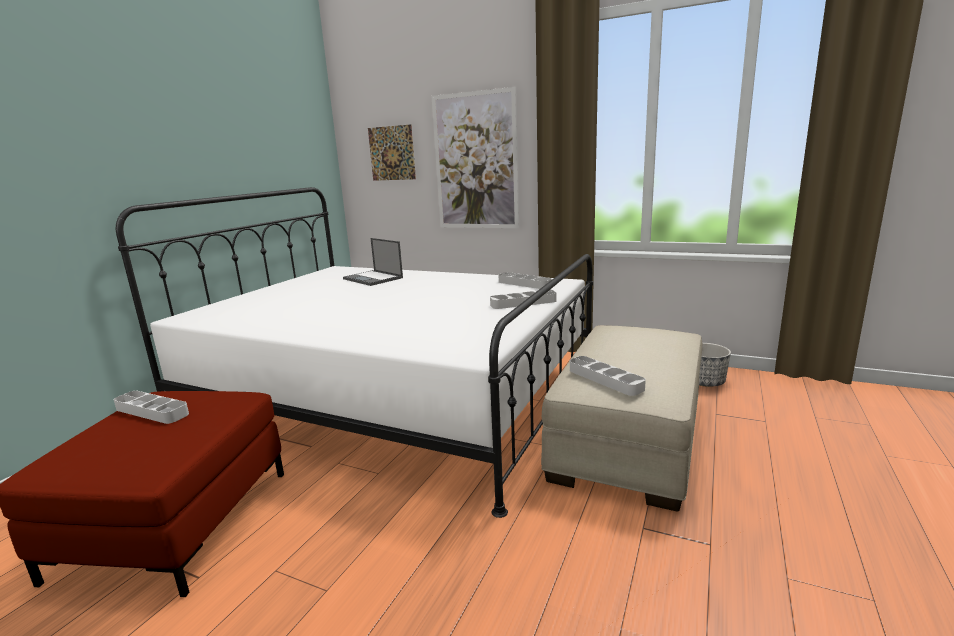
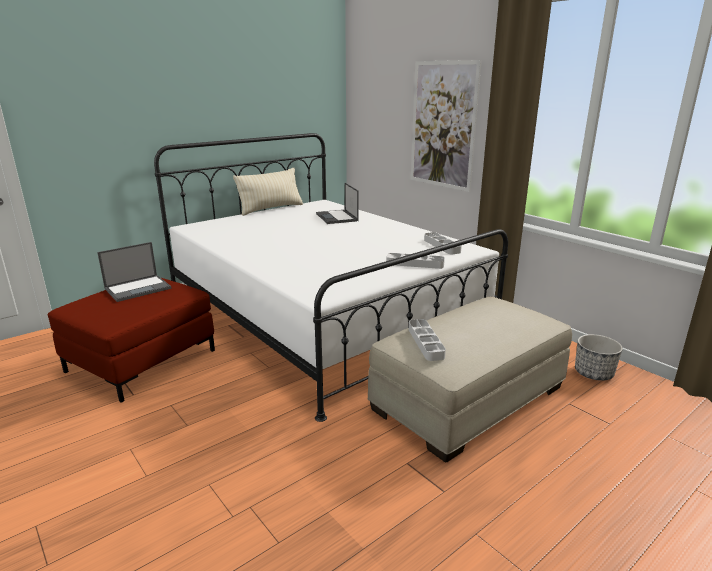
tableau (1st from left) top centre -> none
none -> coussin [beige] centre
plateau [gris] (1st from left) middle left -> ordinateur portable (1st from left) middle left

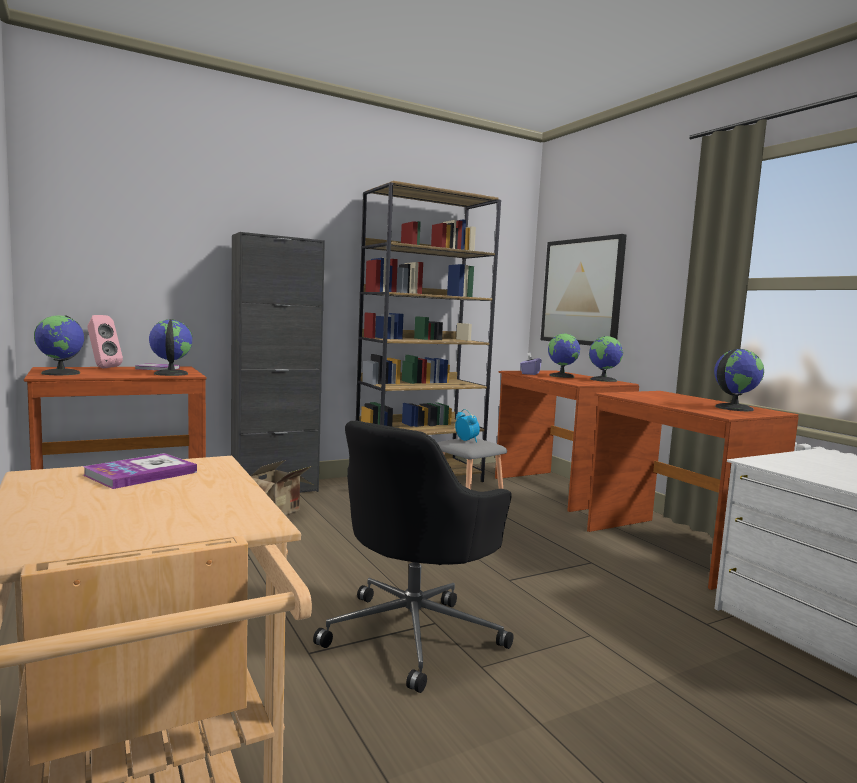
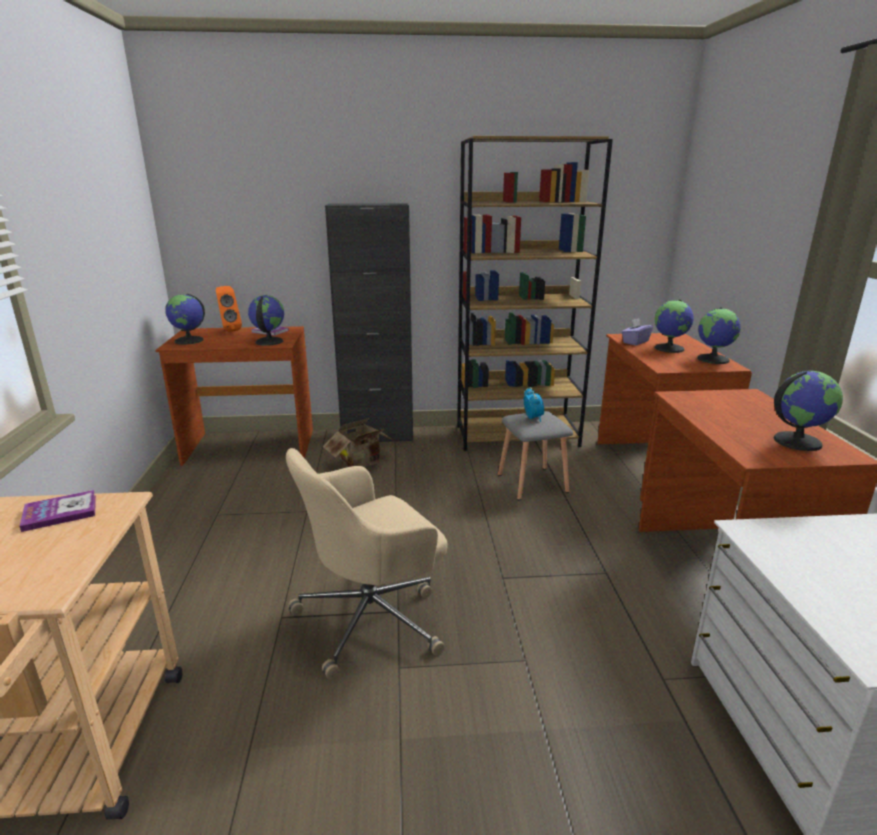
tableau middle right -> none
enceinte [rose] middle left -> enceinte [orange] middle left
chaise de bureau [noir] bottom centre -> chaise de bureau [beige] bottom centre

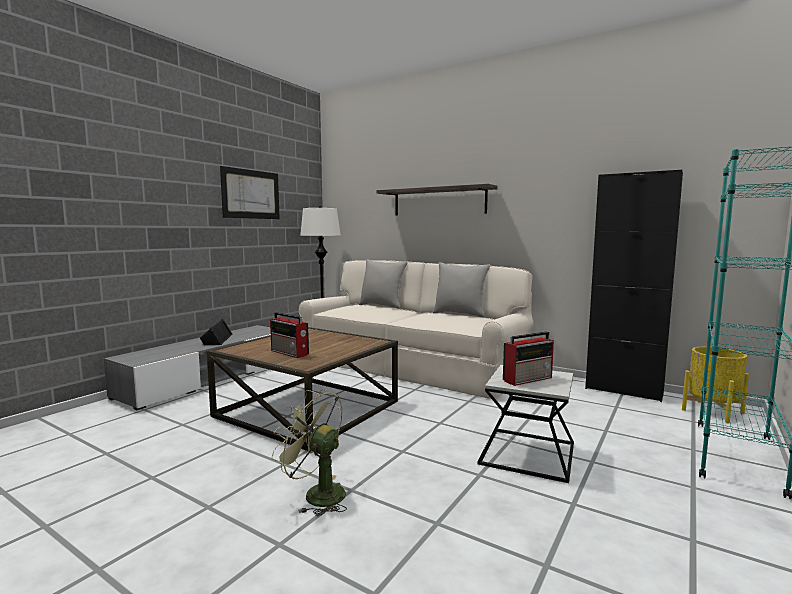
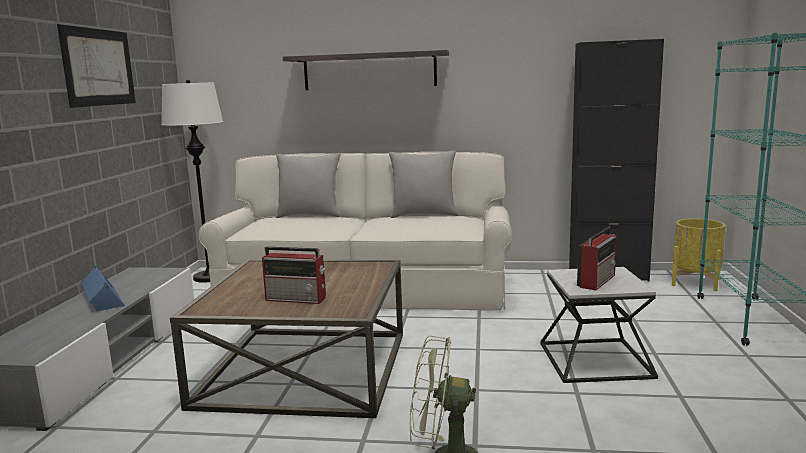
enceinte [noir] middle left -> enceinte [bleu] middle left

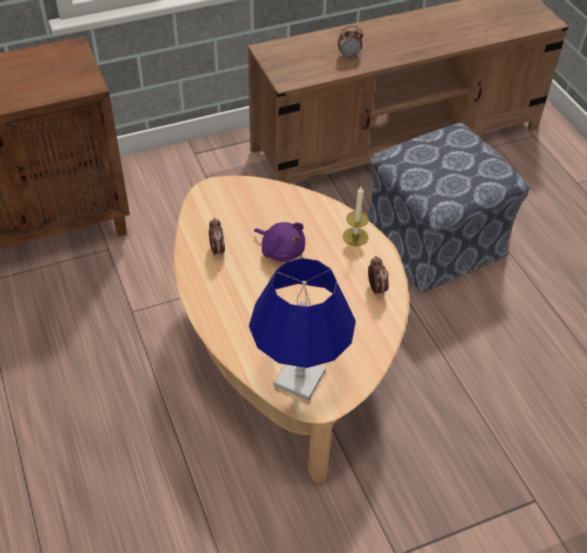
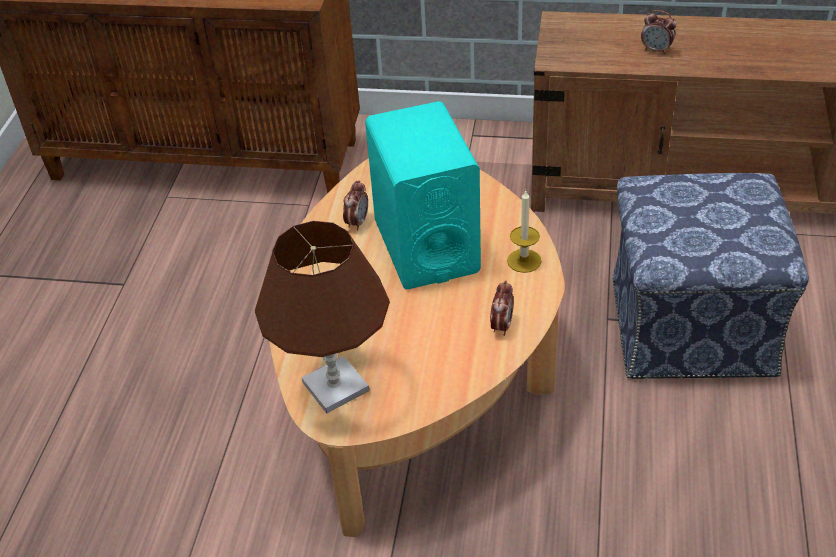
peluche [violet] centre -> enceinte [turquoise] centre
lampe de table [bleu] centre -> lampe de table [marron] centre

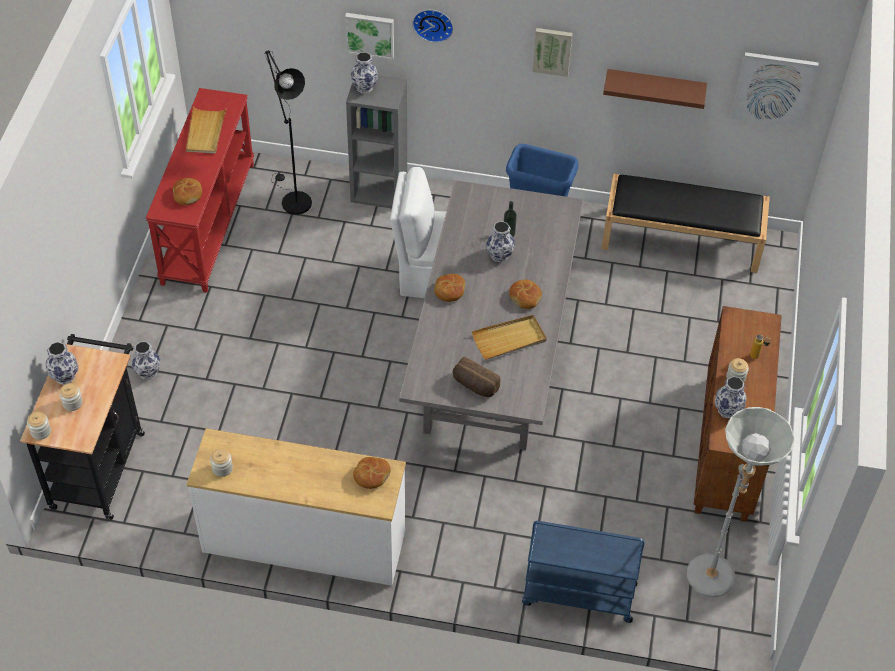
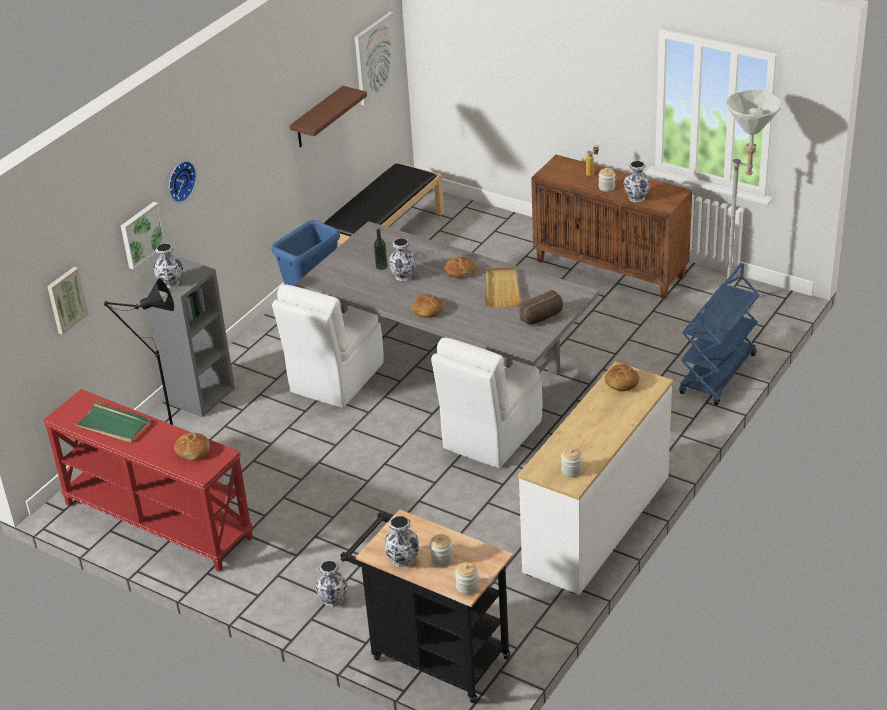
none -> chaise [blanc] (2nd from left) centre
tableau (2nd from left in the first image) top centre -> tableau (1st from left) middle left, move
plateau [beige] (1st from left) top left -> plateau [vert] middle left

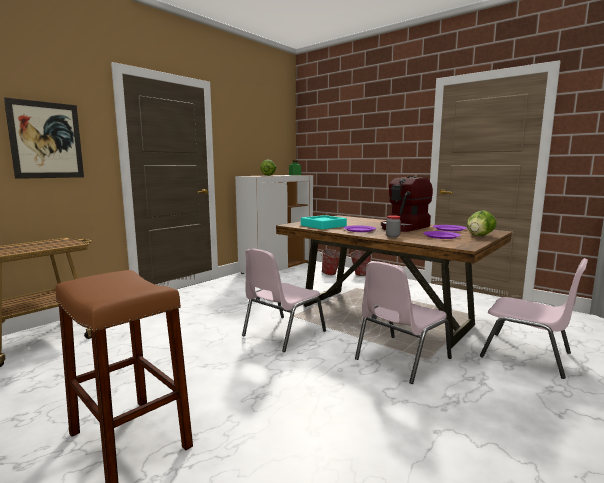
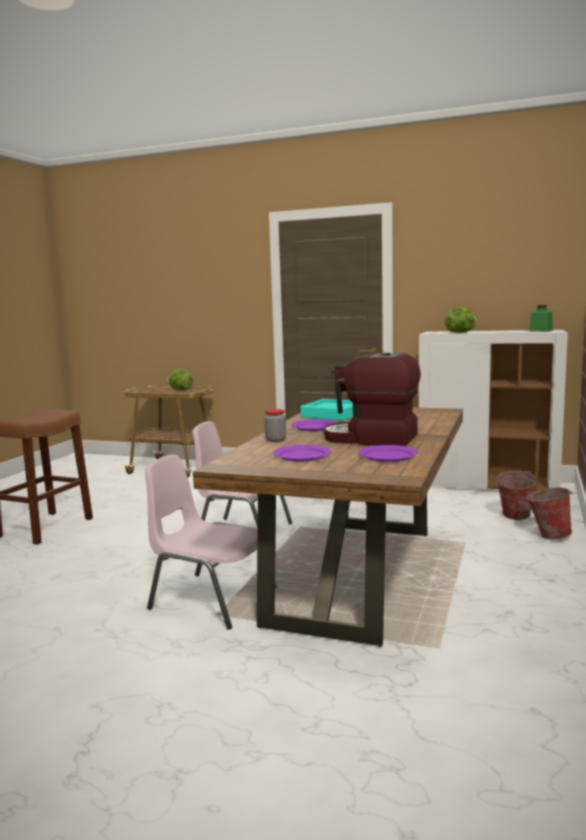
tableau top left -> none
chaise [rose] (3rd from left) middle right -> none
laitue (2nd from left in the first image) middle right -> laitue (1st from left) middle left, move

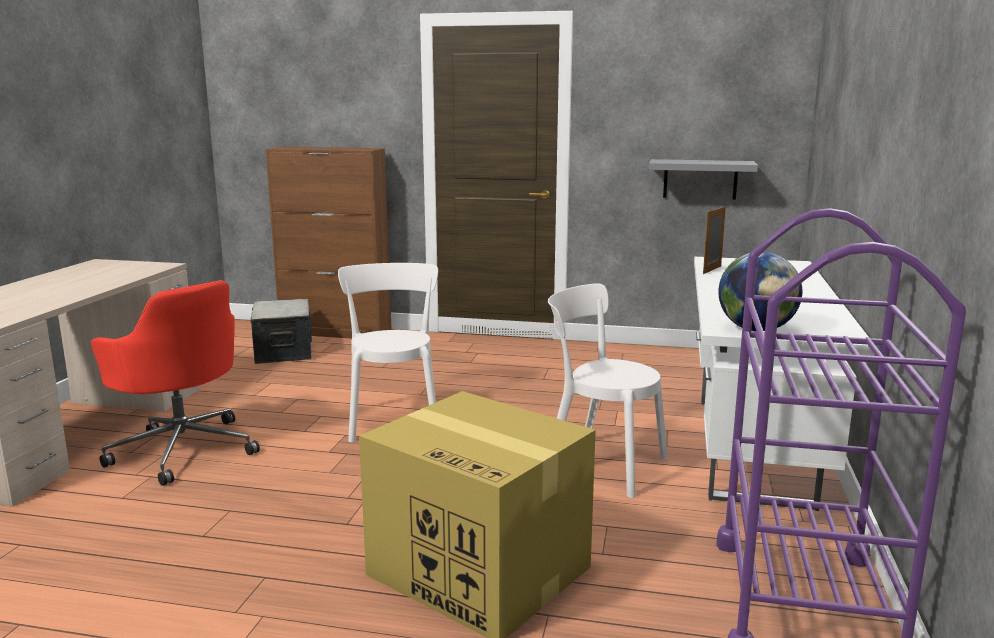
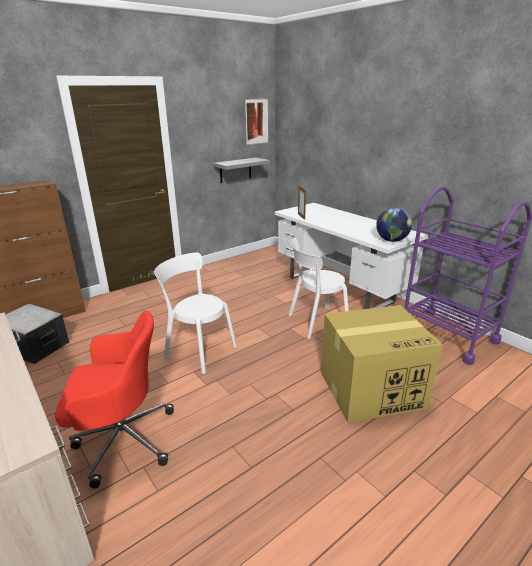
none -> tableau top centre

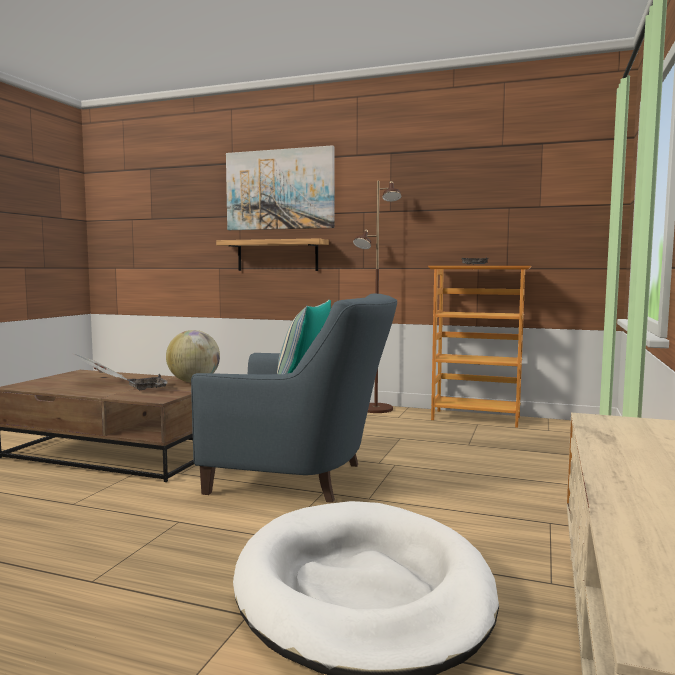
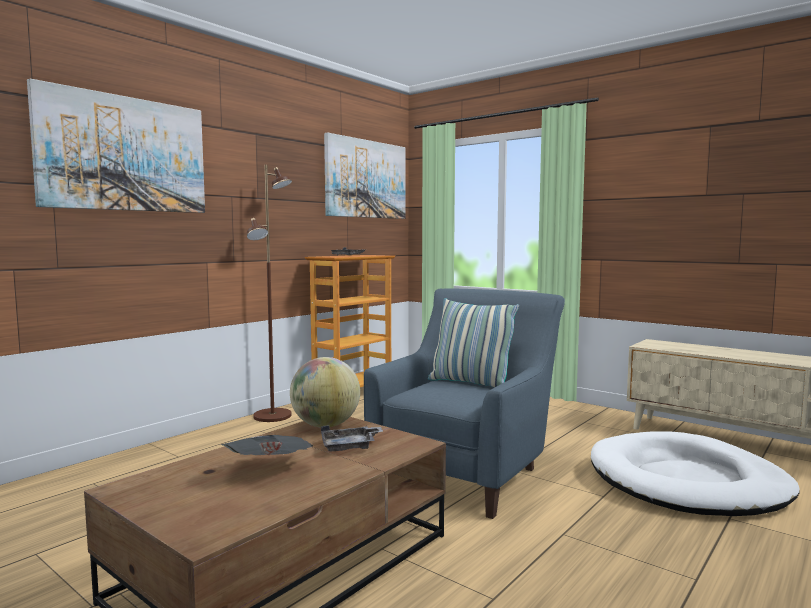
étagère centre -> none
none -> tableau (2nd from left) top centre

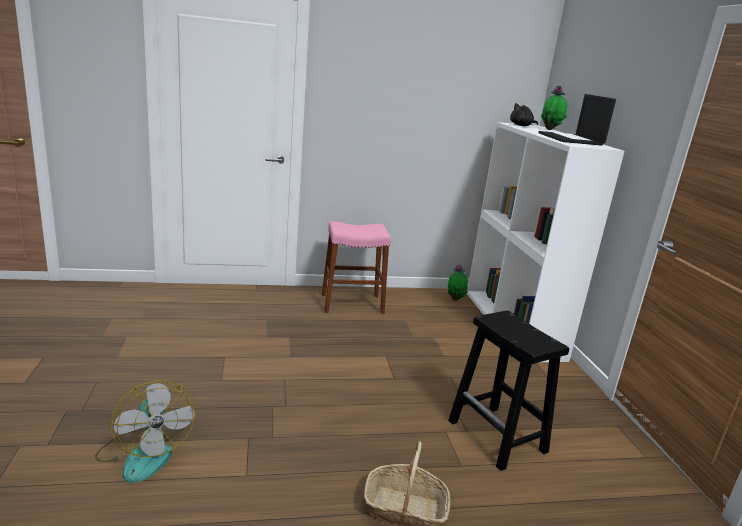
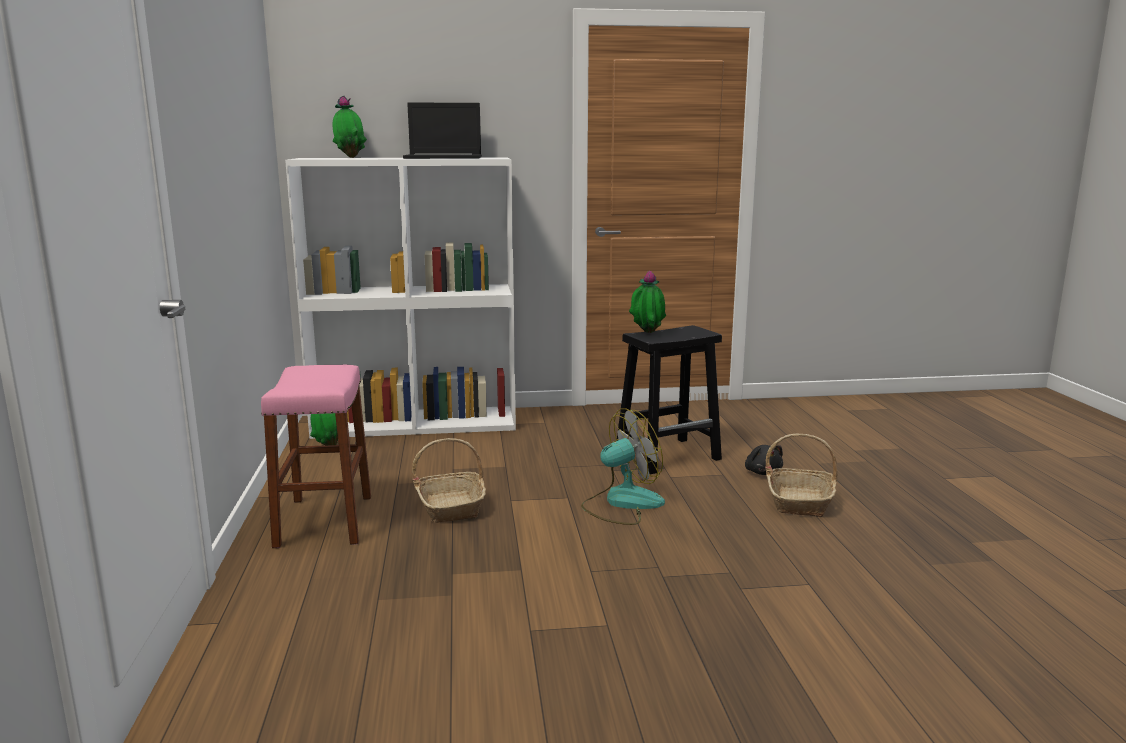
none -> panier (1st from left) centre
none -> plante en pot (3rd from left) centre
ventilateur bottom left -> ventilateur centre, move
peluche [noir] top right -> peluche [noir] middle right, move

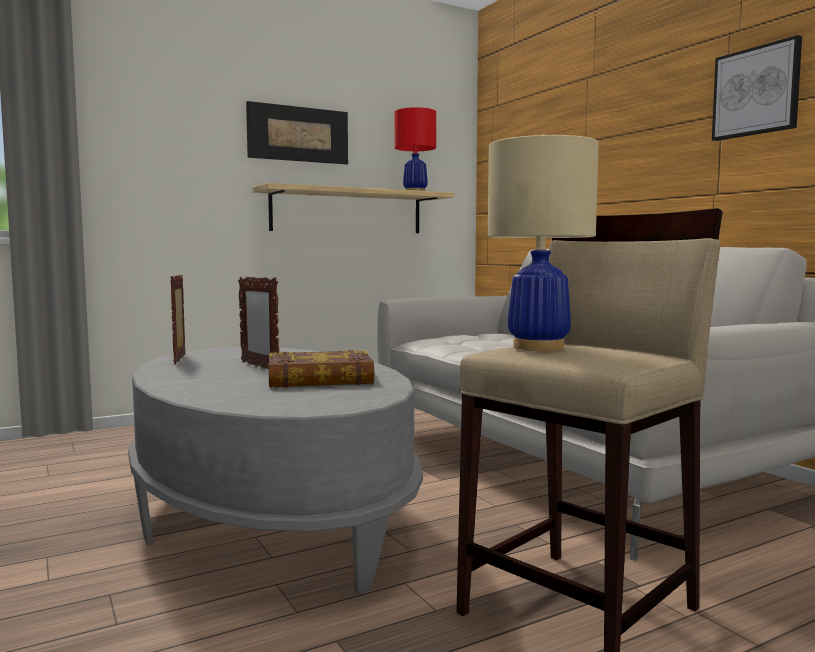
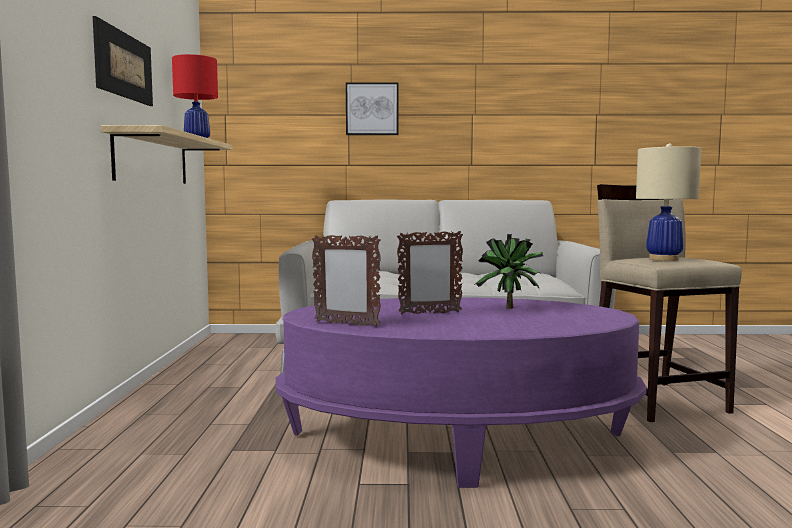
tableau (2nd from left) top right -> tableau (2nd from left) top centre, move
livre centre -> plante en pot centre
table basse [gris] bottom centre -> table basse [violet] bottom centre

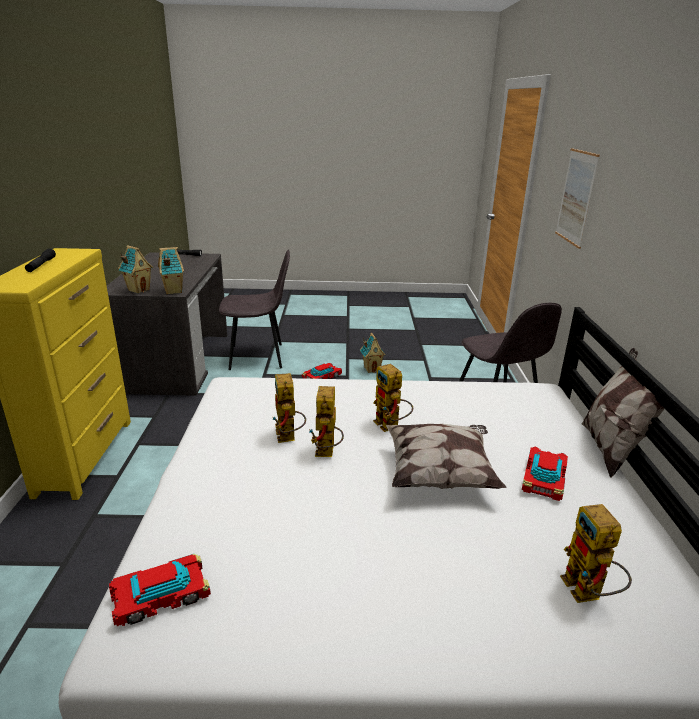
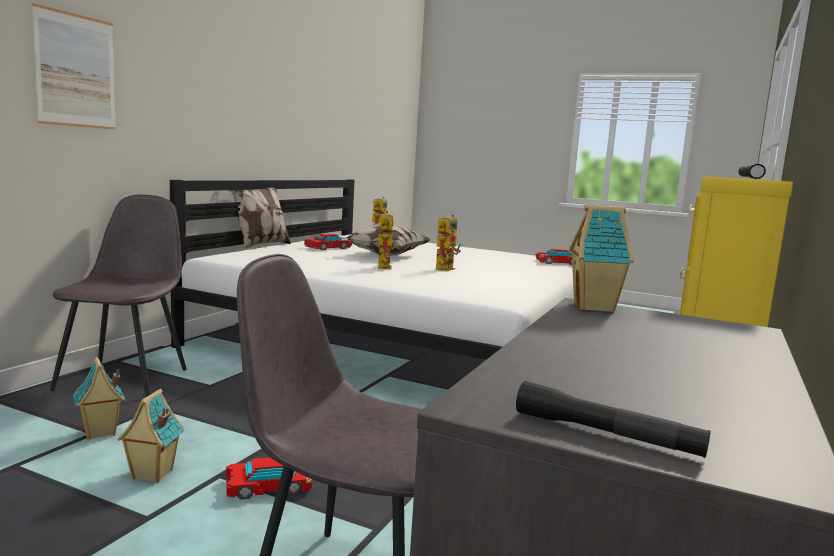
robot jouet (1st from left) centre -> none
maison miniature (1st from left) middle left -> maison miniature (1st from left) bottom left, move

